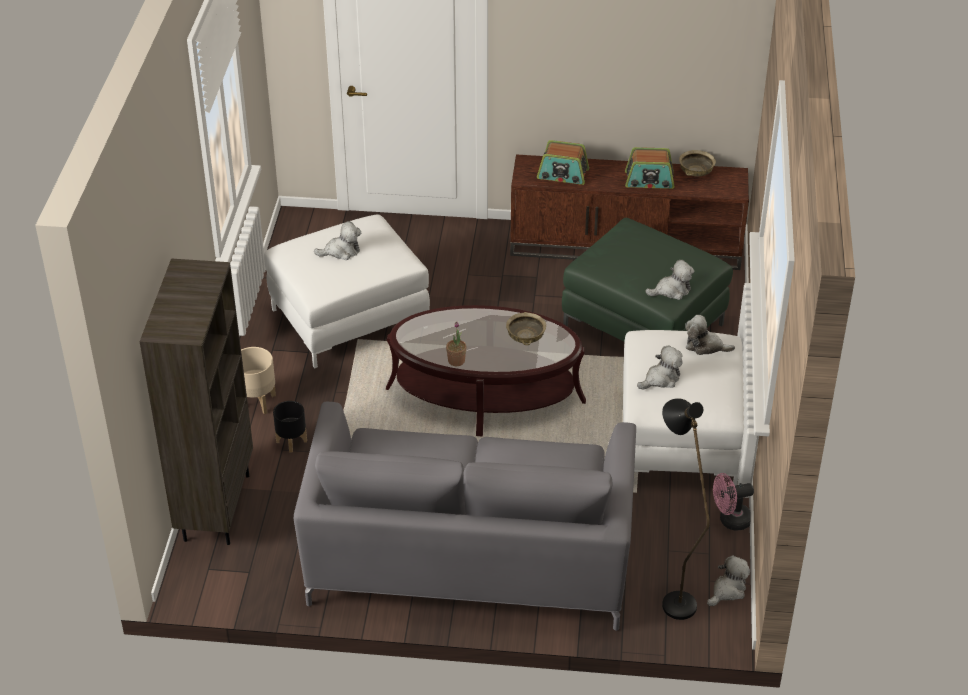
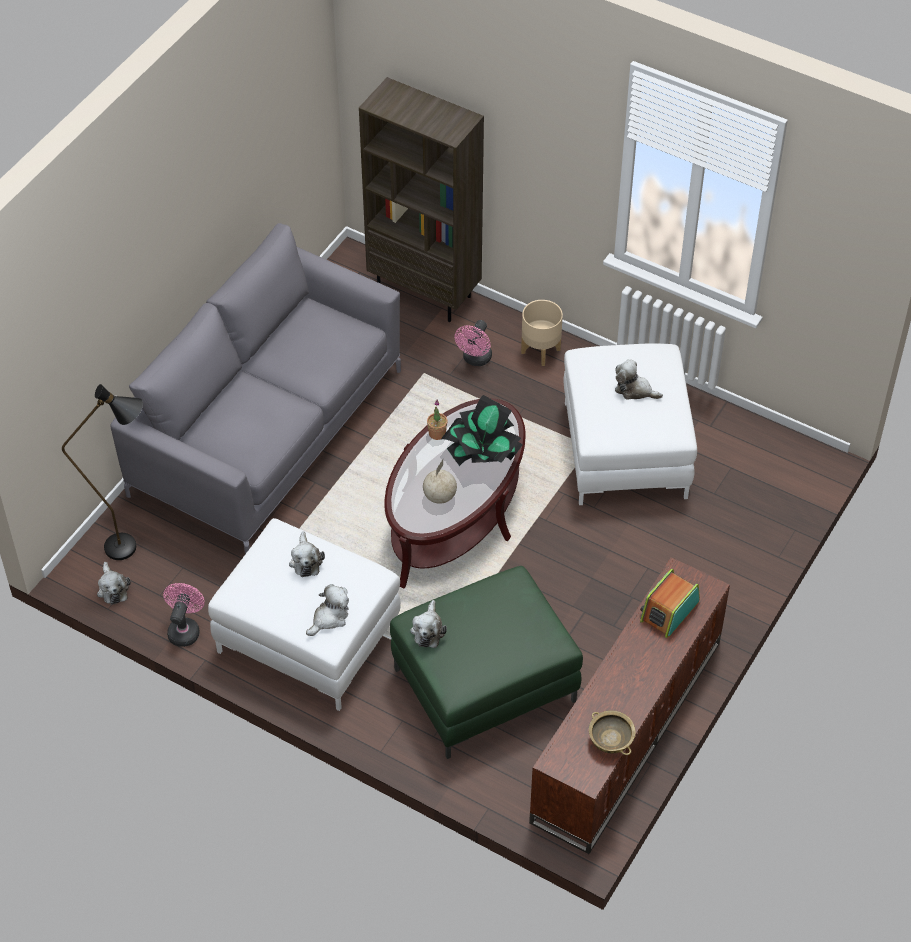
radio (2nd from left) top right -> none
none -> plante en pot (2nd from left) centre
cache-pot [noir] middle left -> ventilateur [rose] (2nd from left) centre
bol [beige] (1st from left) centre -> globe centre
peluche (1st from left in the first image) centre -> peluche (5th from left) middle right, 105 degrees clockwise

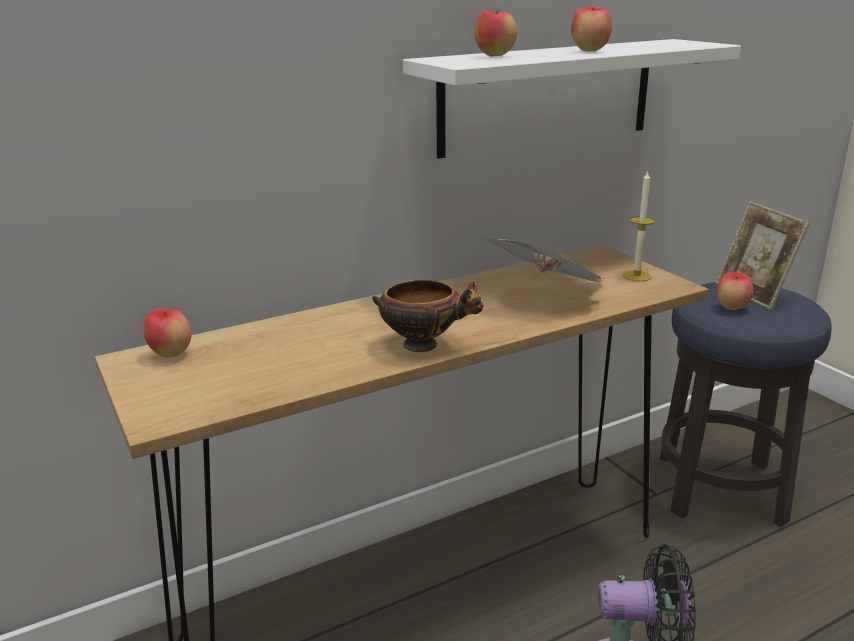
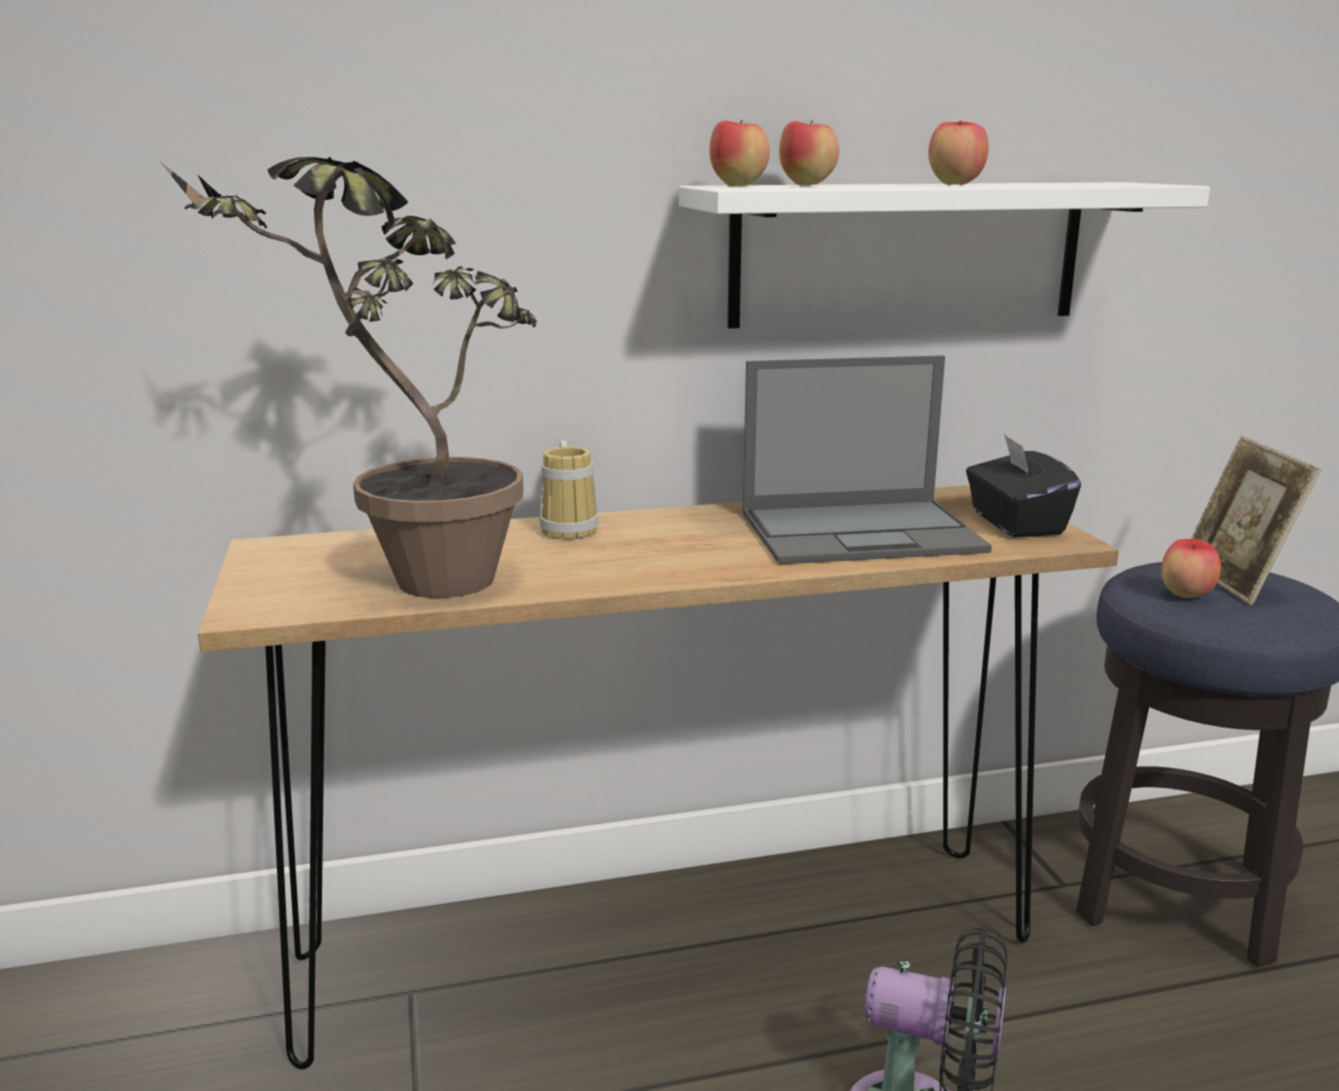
bol centre -> none
none -> plante en pot middle left
none -> mug centre
pomme (1st from left) middle left -> pomme (1st from left) top centre, move
journal centre -> ordinateur portable centre
bougie middle right -> boîte à mouchoirs [noir] middle right

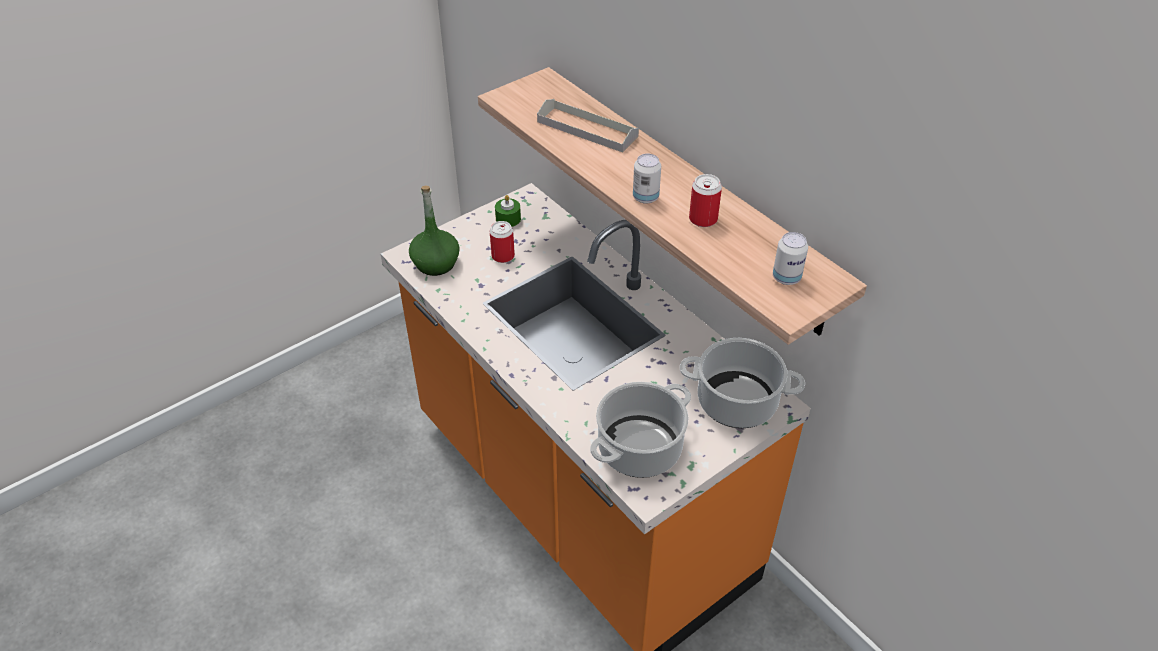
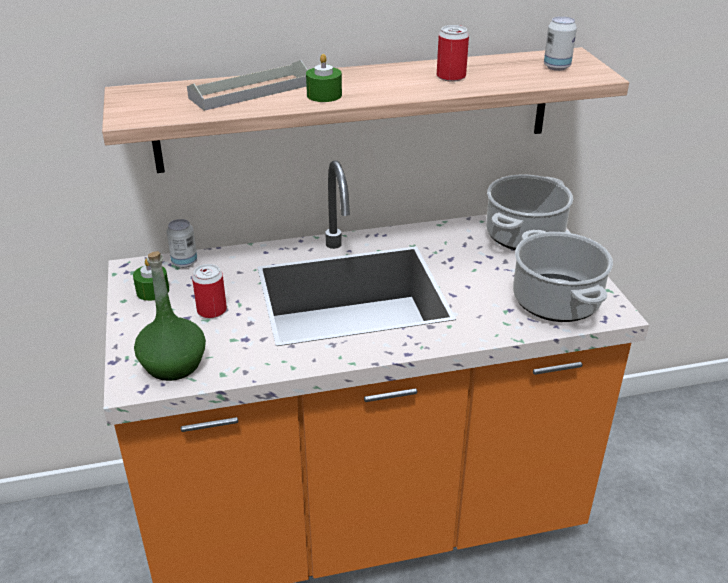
none -> bougie [vert] (2nd from left) top centre
boîte métallique (2nd from left in the first image) top centre -> boîte métallique (1st from left) middle left, move

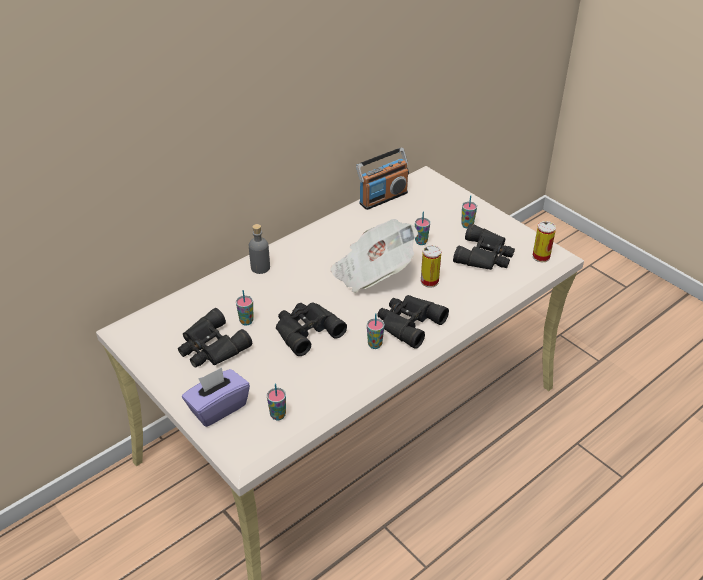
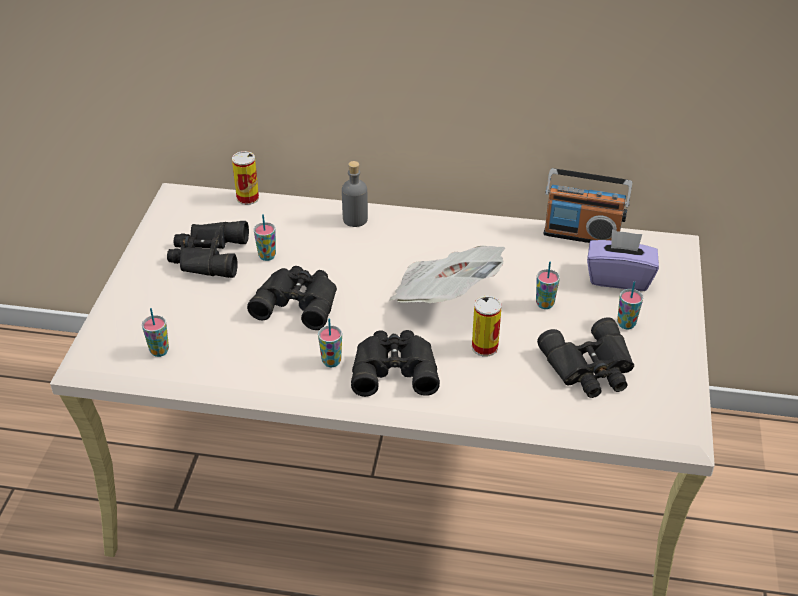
boîte à mouchoirs [violet] bottom left -> boîte à mouchoirs [violet] middle right, move
boîte métallique (2nd from left in the first image) middle right -> boîte métallique (1st from left) top left, move

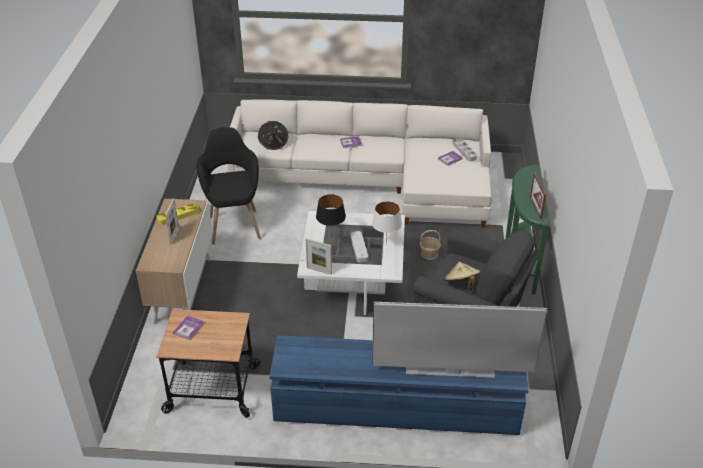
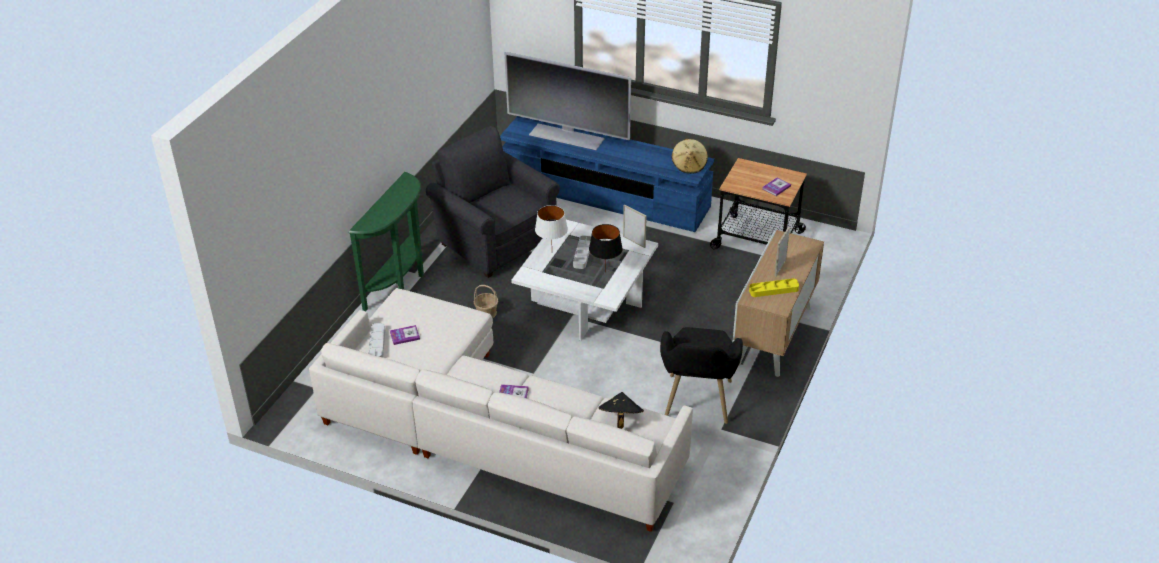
cadre photo (3rd from left) middle right -> none
chapeau [beige] centre -> chapeau [beige] top centre, move

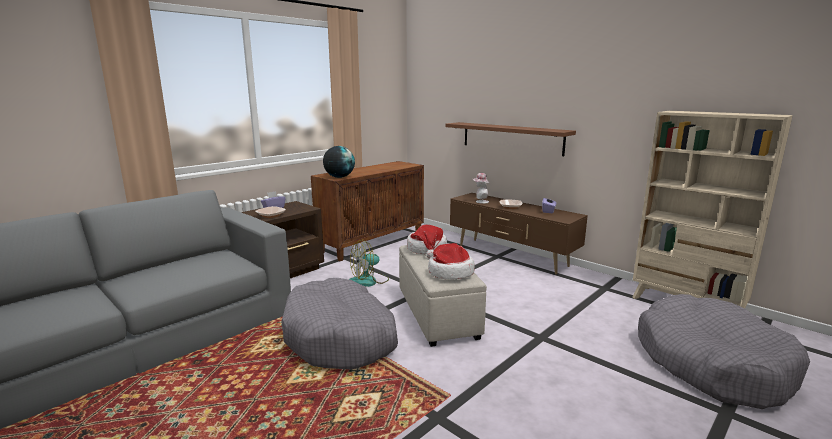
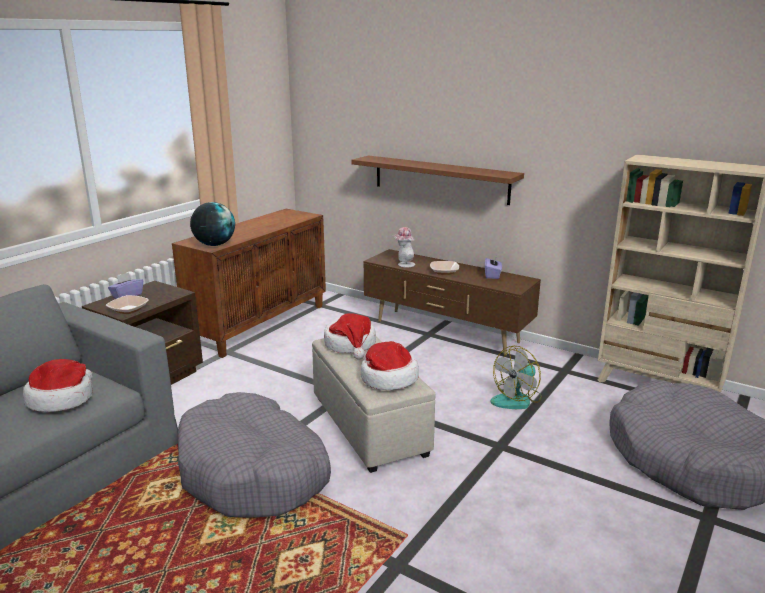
none -> chapeau (1st from left) middle left
ventilateur centre -> ventilateur middle right, move

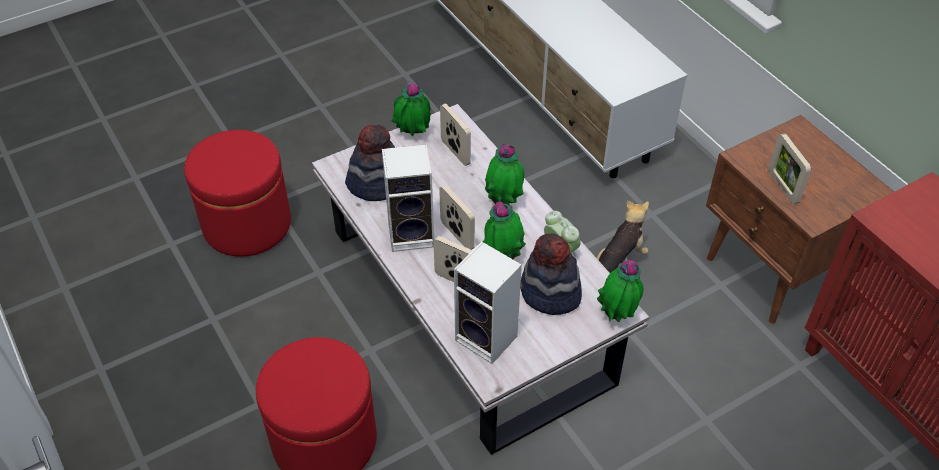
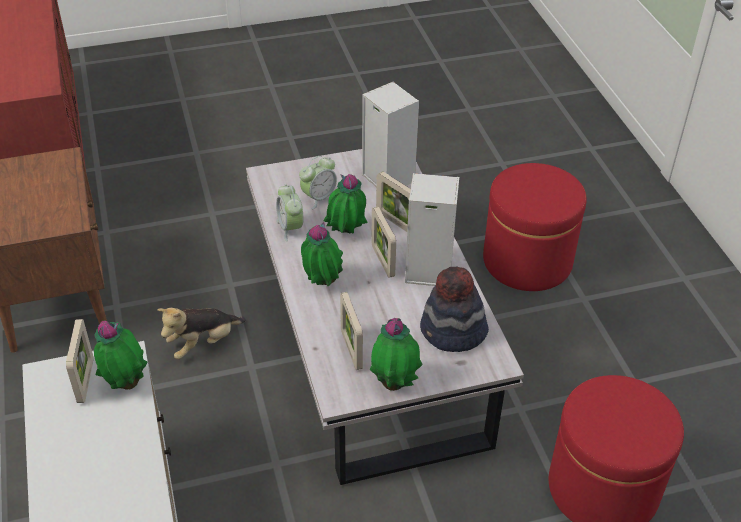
plante en pot (4th from left in the first image) centre -> plante en pot (1st from left) bottom left, move
cadre photo (4th from left in the first image) middle right -> cadre photo (1st from left) bottom left, move
chapeau (2nd from left) centre -> réveil (2nd from left) centre

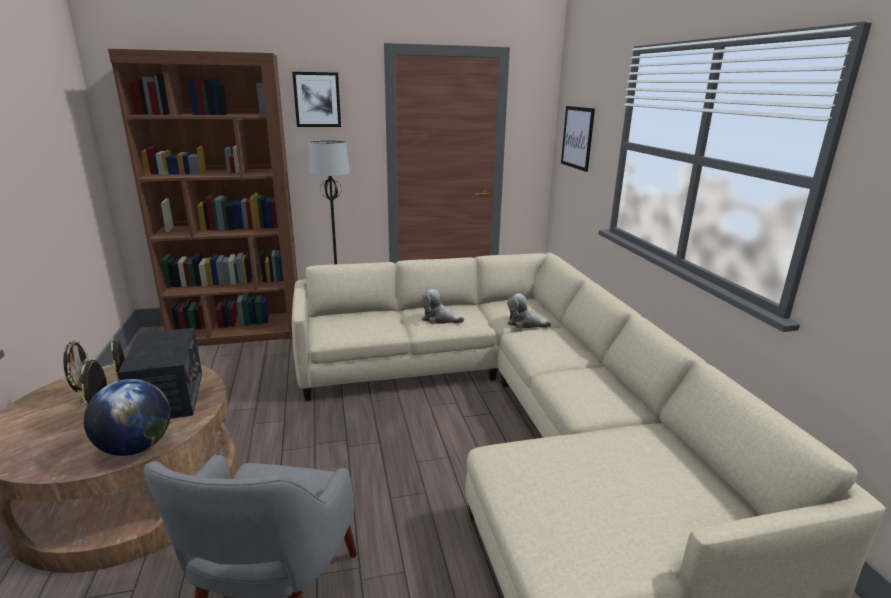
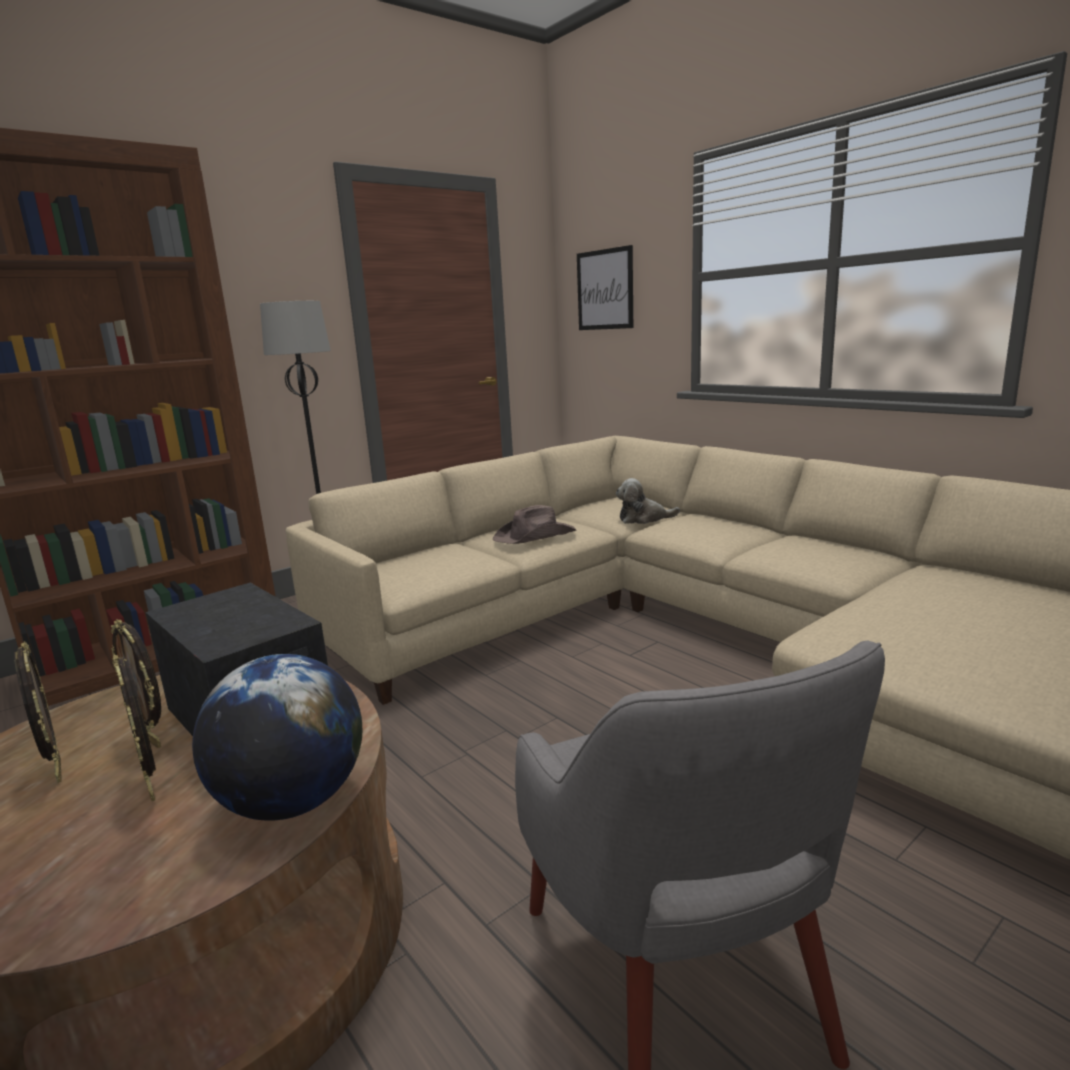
tableau (1st from left) top centre -> none
peluche (1st from left) centre -> chapeau [marron] centre

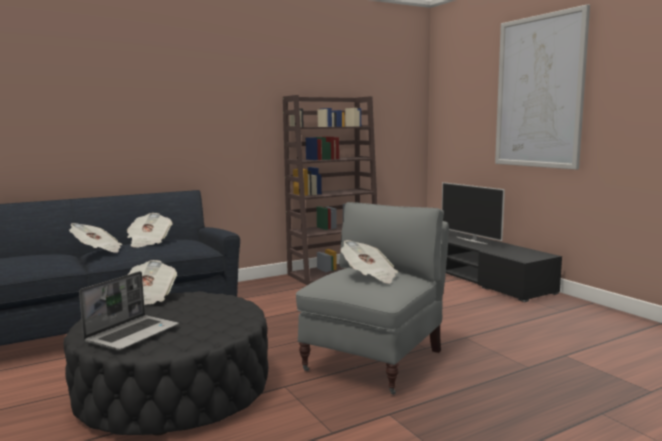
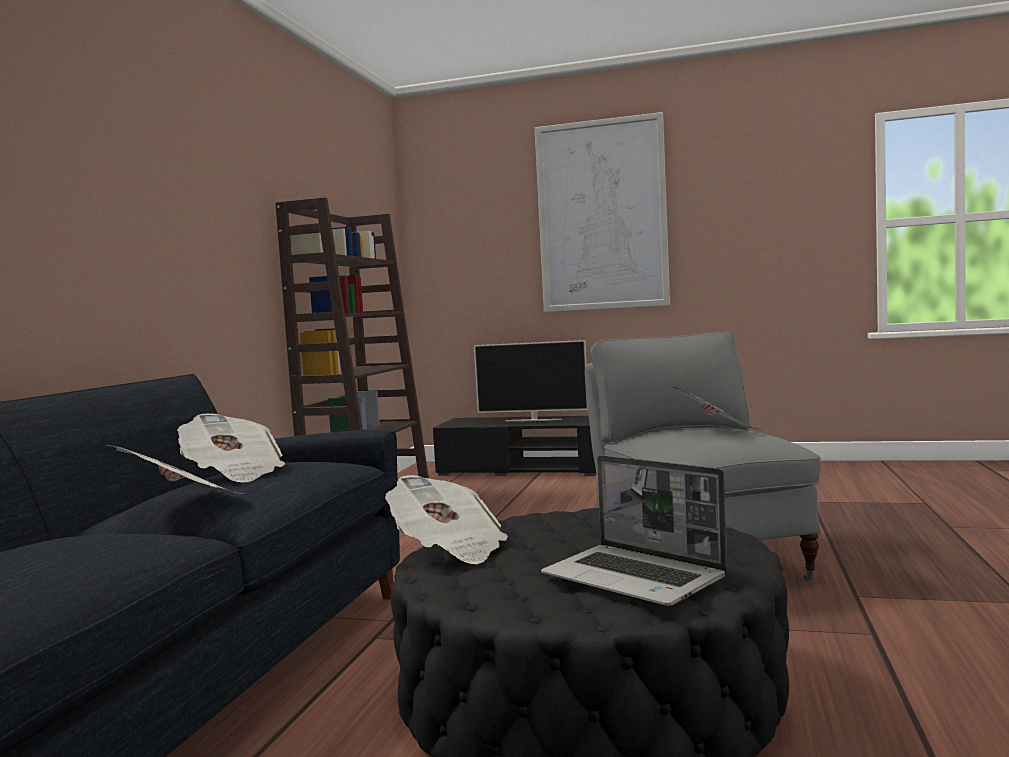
ordinateur portable bottom left -> ordinateur portable bottom centre, 150 degrees clockwise

